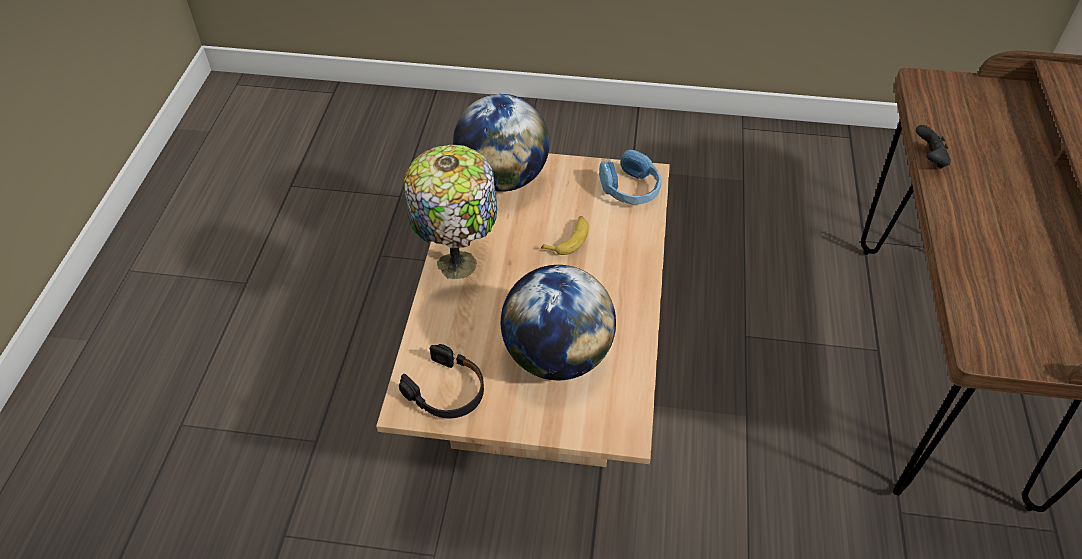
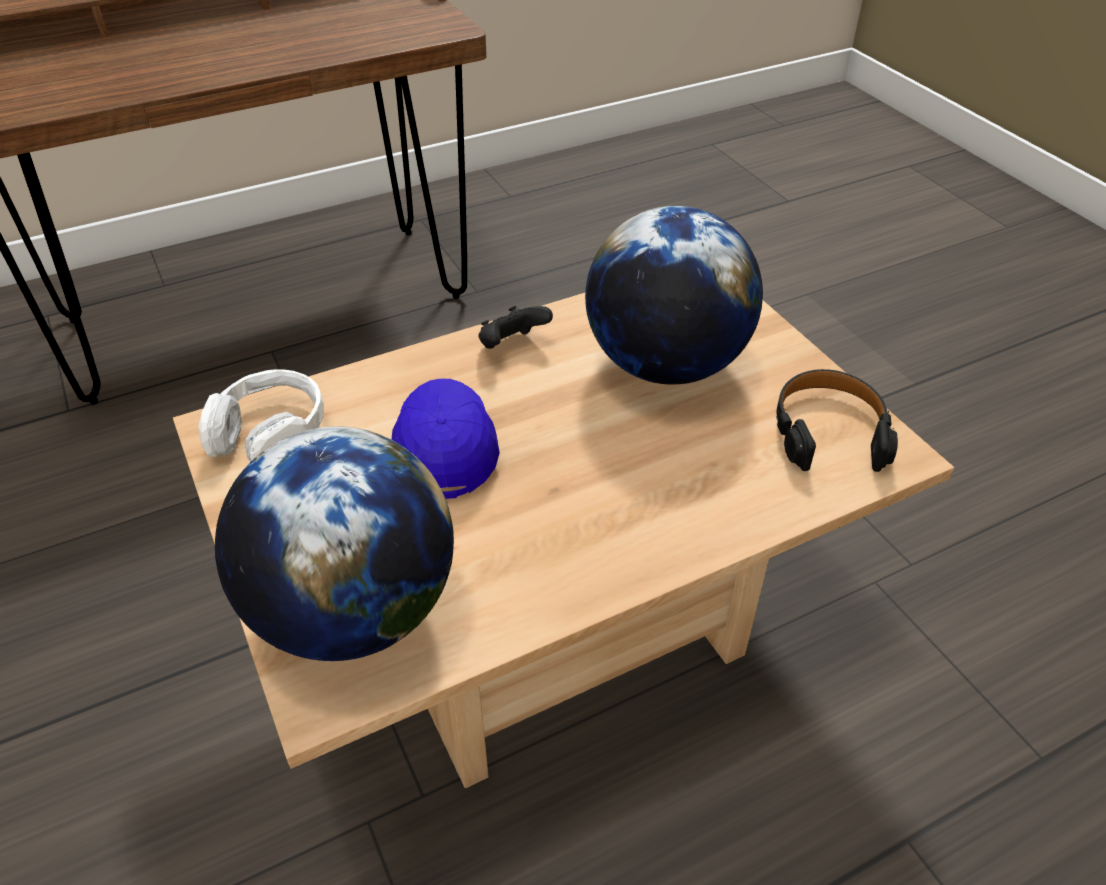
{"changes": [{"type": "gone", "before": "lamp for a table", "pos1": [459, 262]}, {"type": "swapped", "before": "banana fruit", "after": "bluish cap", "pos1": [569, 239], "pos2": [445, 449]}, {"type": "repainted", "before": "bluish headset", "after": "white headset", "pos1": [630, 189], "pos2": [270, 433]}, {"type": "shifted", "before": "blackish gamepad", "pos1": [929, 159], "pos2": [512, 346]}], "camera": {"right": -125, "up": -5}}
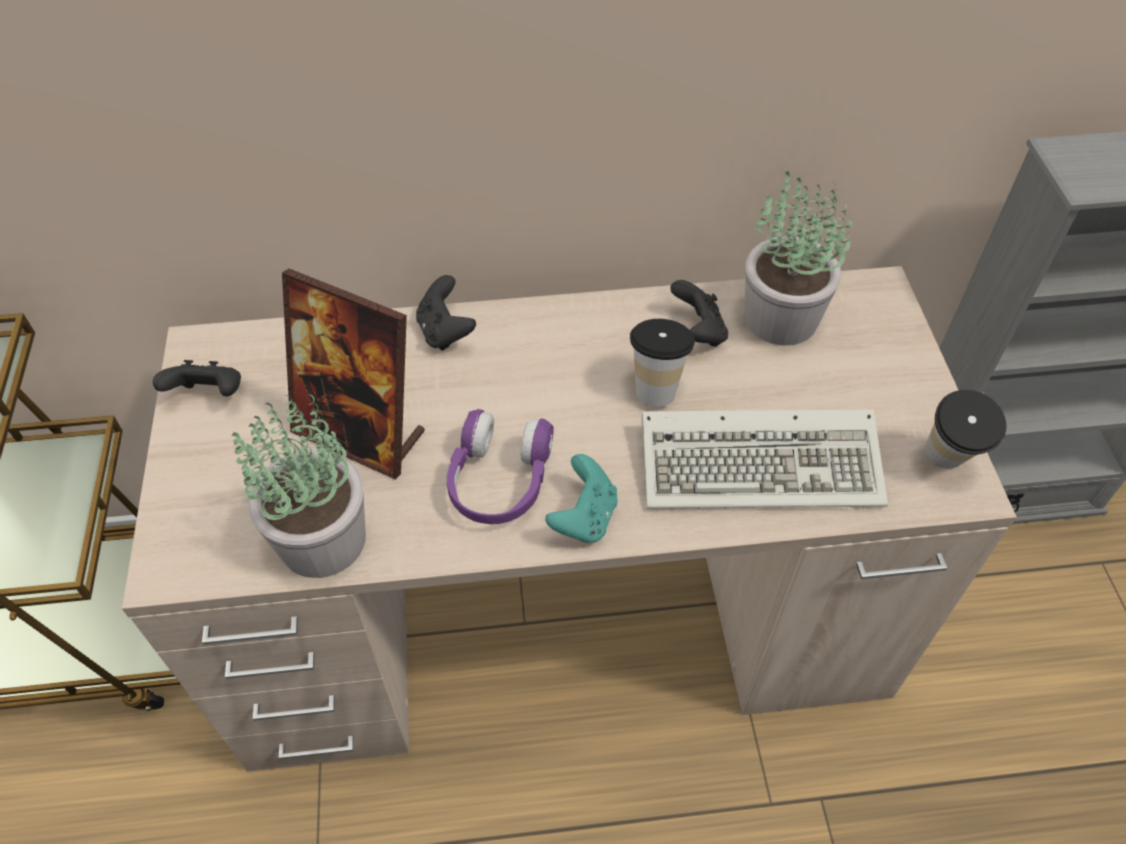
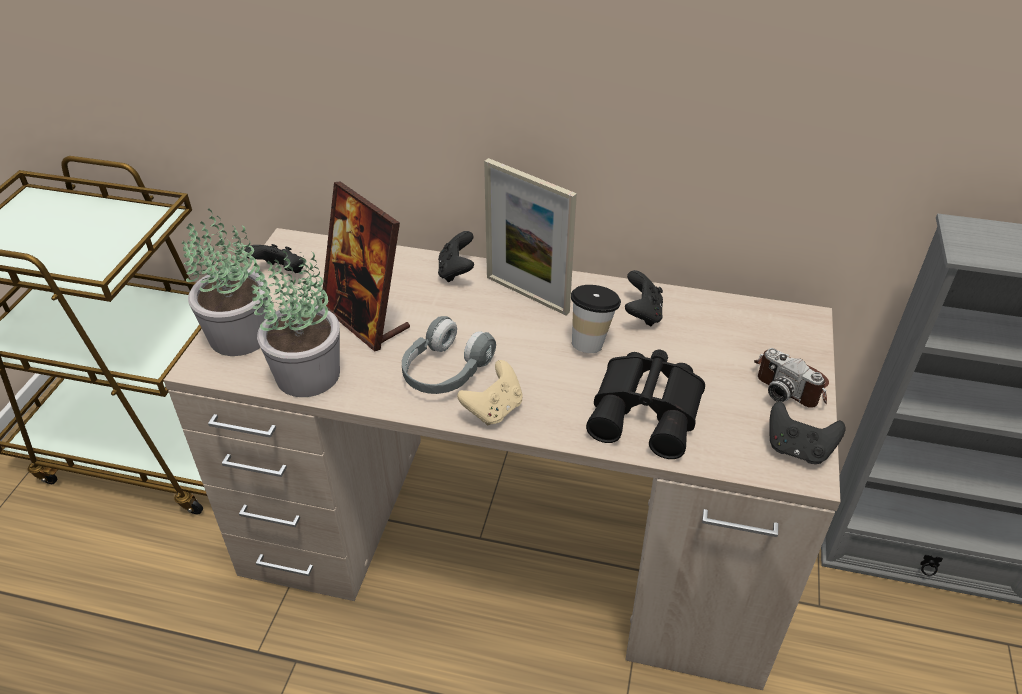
{"changes": [{"type": "repainted", "before": "purple headset", "after": "greyish headset", "pos1": [499, 481], "pos2": [445, 371]}, {"type": "repainted", "before": "turquoise gamepad", "after": "sand-coloured gamepad", "pos1": [584, 517], "pos2": [494, 409]}, {"type": "swapped", "before": "computer keyboard", "after": "blackish pair of binoculars", "pos1": [765, 463], "pos2": [649, 411]}, {"type": "shifted", "before": "houseplant", "pos1": [779, 318], "pos2": [238, 335]}, {"type": "swapped", "before": "drinking cup", "after": "blackish gamepad", "pos1": [946, 464], "pos2": [797, 449]}, {"type": "new", "after": "standing frame", "pos2": [527, 294]}, {"type": "new", "after": "still camera", "pos2": [791, 383]}], "camera": {"right": 20, "up": -10}}
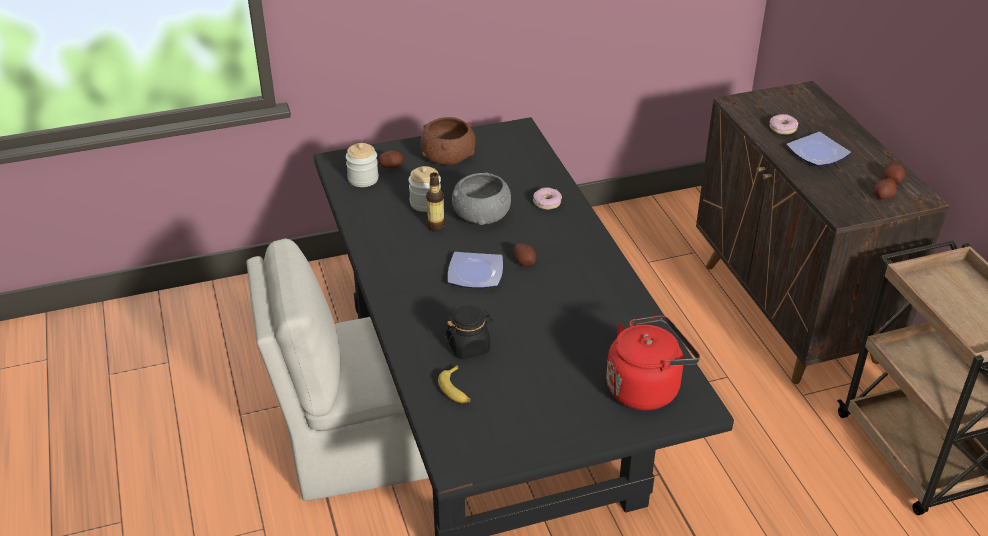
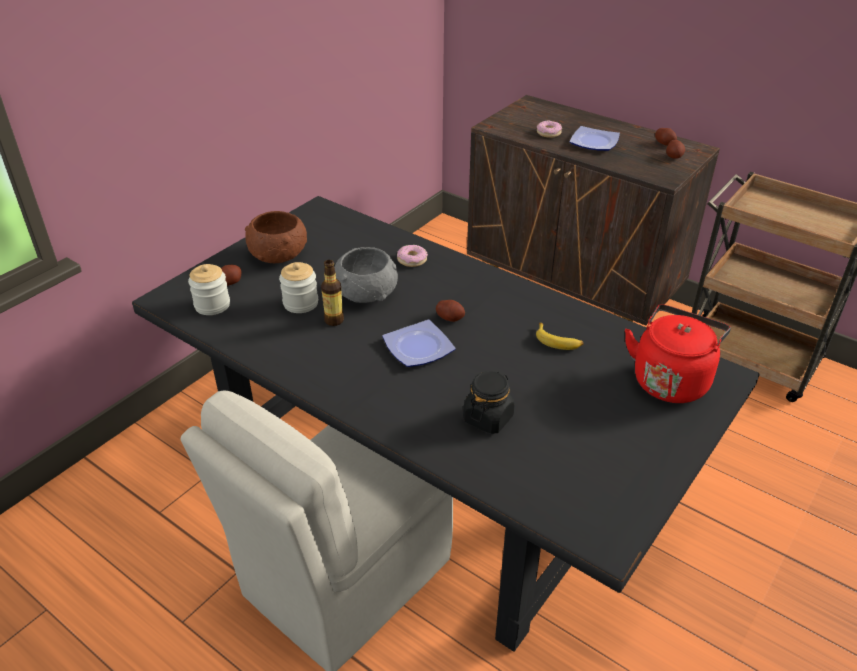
{"changes": [{"type": "shifted", "before": "banana fruit", "pos1": [456, 389], "pos2": [558, 341]}], "camera": {"right": -35, "up": 0}}
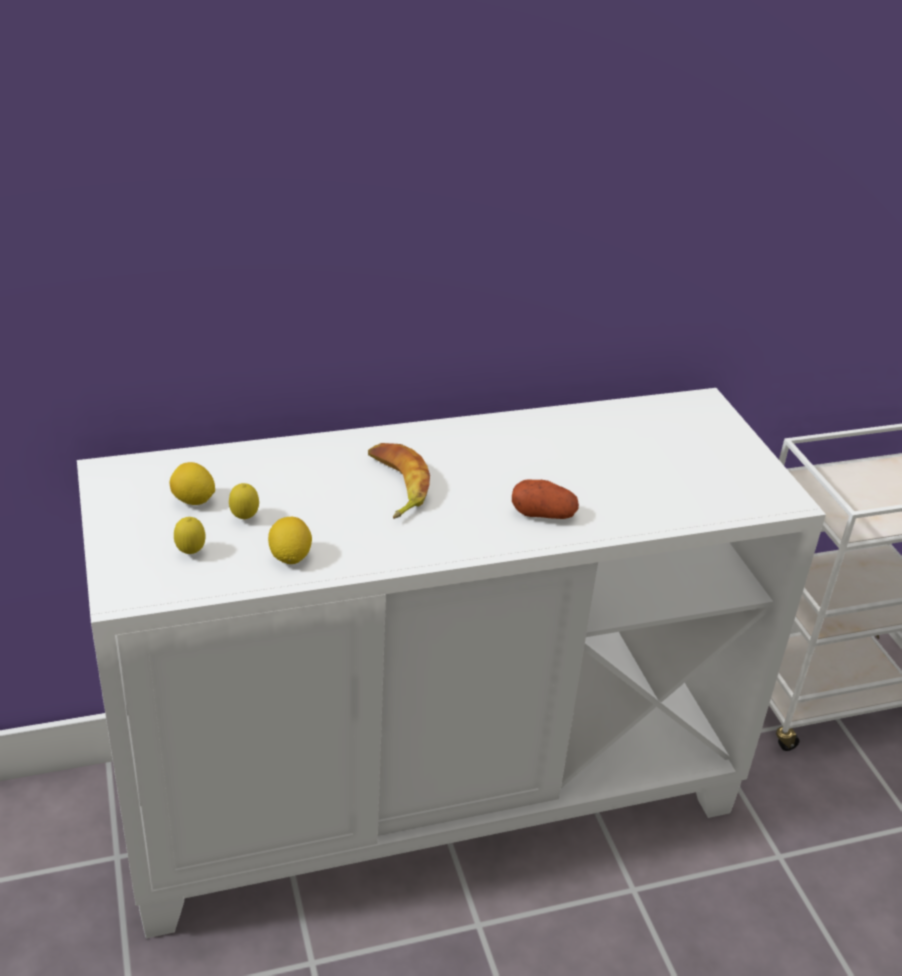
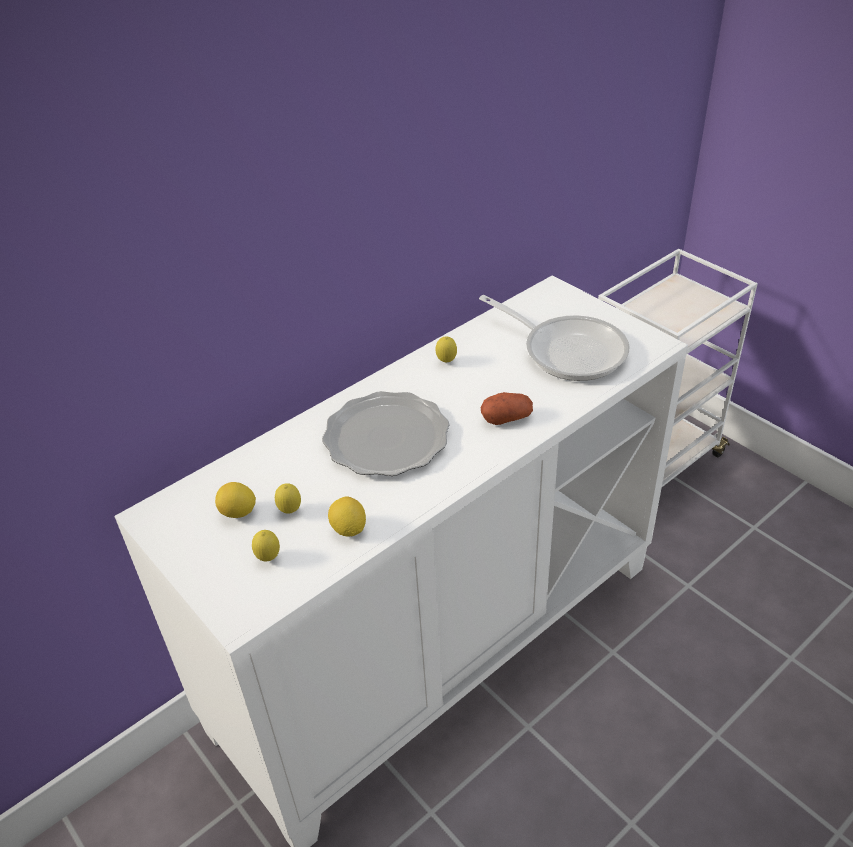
{"changes": [{"type": "swapped", "before": "banana fruit", "after": "dinner plate", "pos1": [395, 486], "pos2": [385, 438]}, {"type": "new", "after": "lemon", "pos2": [446, 362]}, {"type": "new", "after": "skillet", "pos2": [567, 350]}], "camera": {"right": -20, "up": 5}}
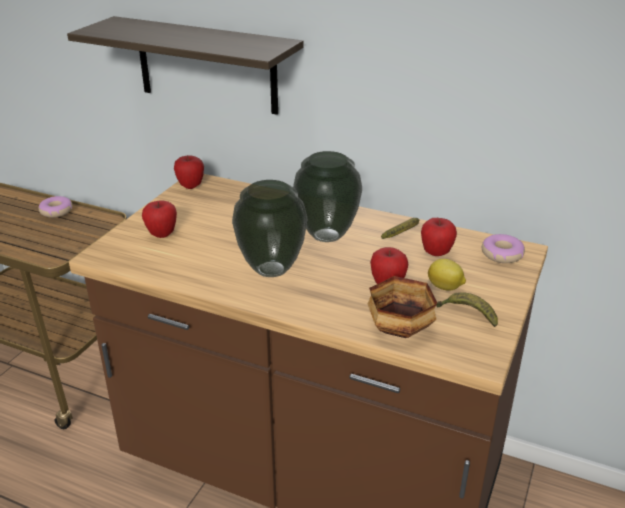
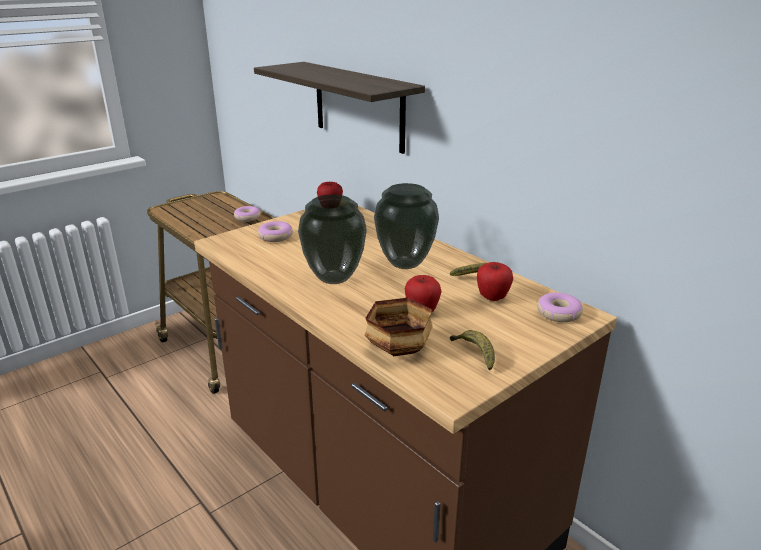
{"changes": [{"type": "swapped", "before": "apple", "after": "doughnut", "pos1": [162, 234], "pos2": [275, 236]}, {"type": "gone", "before": "lemon", "pos1": [445, 287]}], "camera": {"right": 25, "up": -5}}
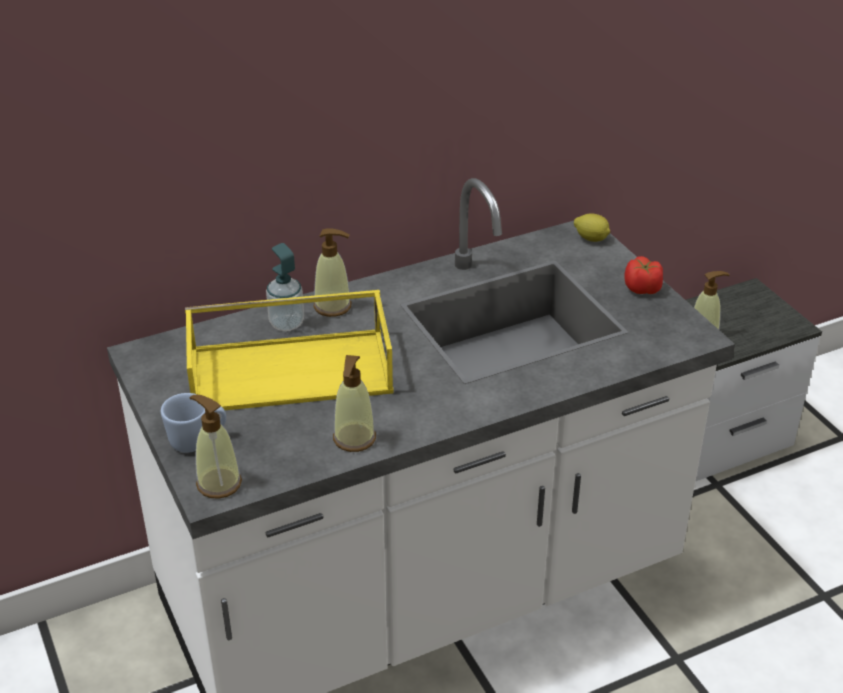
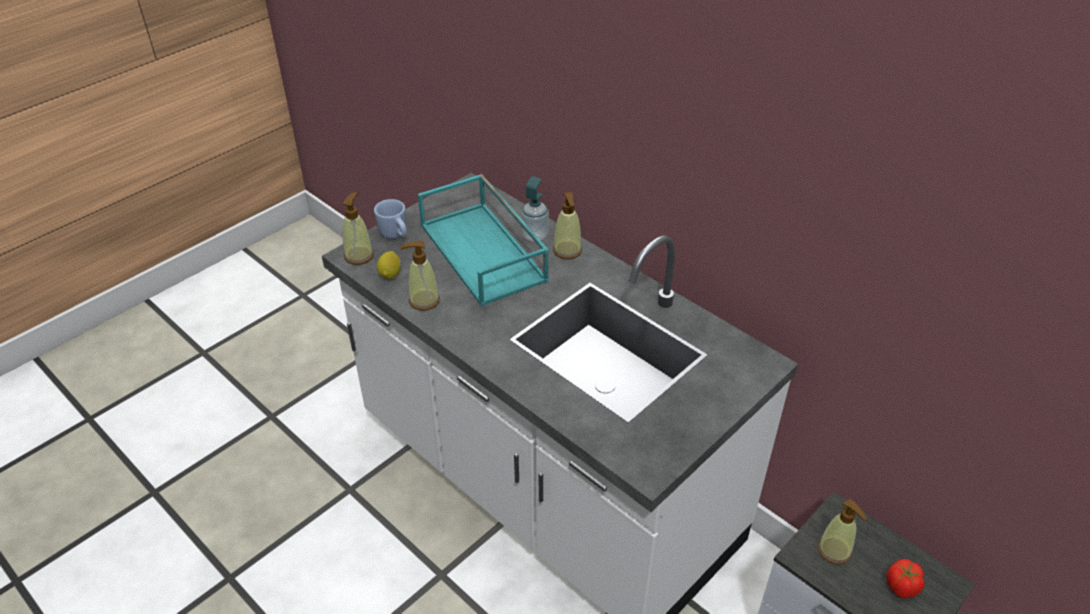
{"changes": [{"type": "repainted", "before": "yellow-coloured carrying tray", "after": "turquoise carrying tray", "pos1": [292, 370], "pos2": [484, 253]}, {"type": "shifted", "before": "lemon", "pos1": [591, 239], "pos2": [390, 274]}, {"type": "shifted", "before": "fresh tomato", "pos1": [642, 289], "pos2": [901, 586]}], "camera": {"right": 70, "up": 5}}
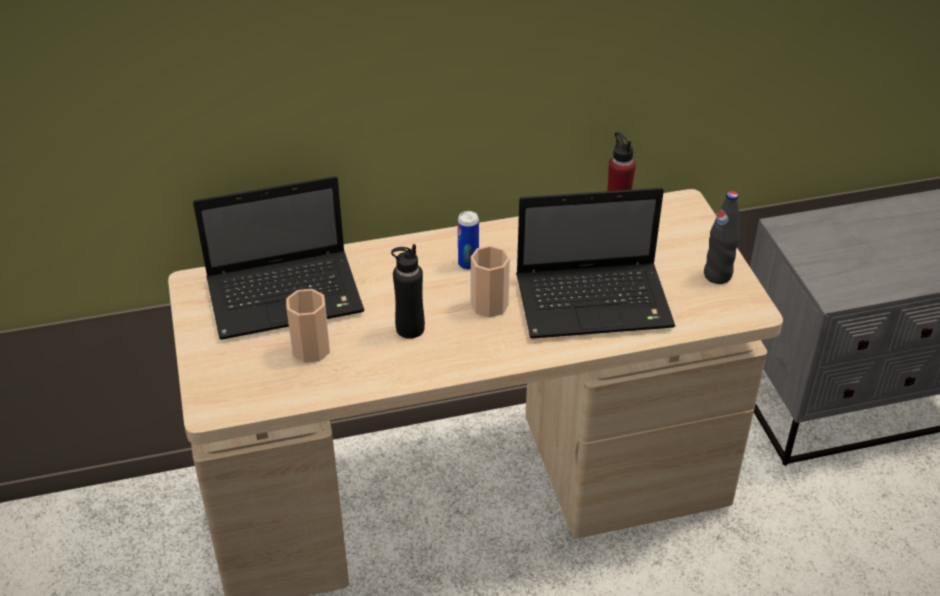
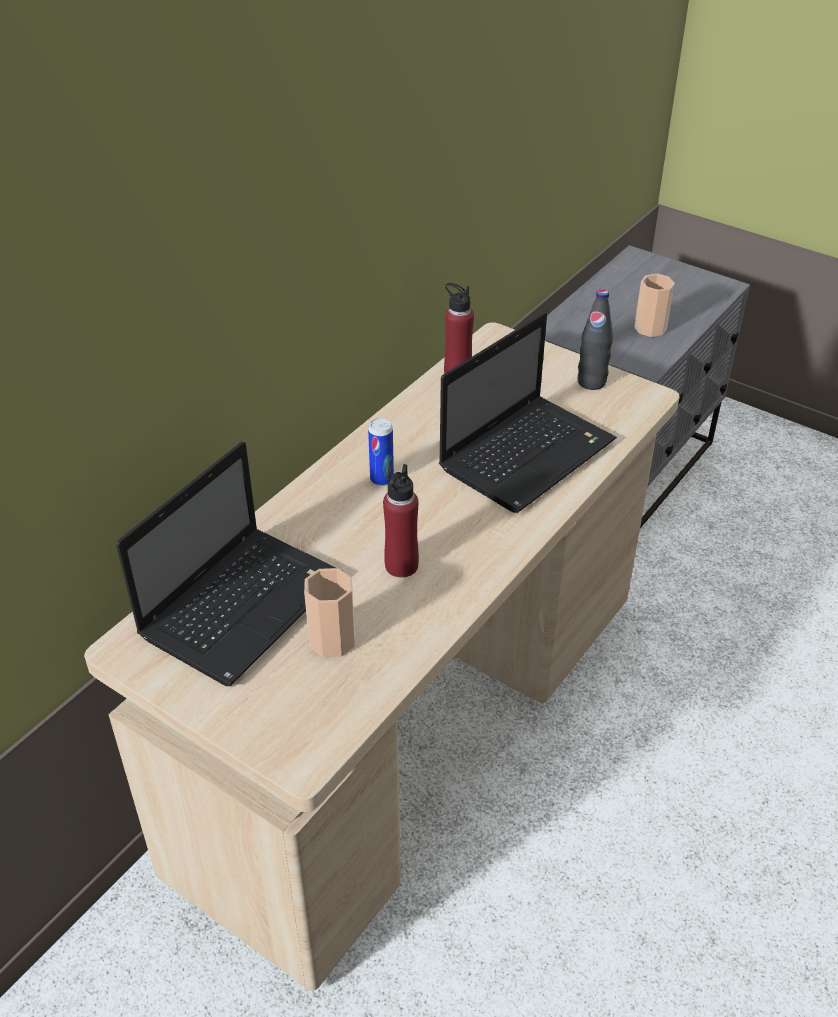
{"changes": [{"type": "repainted", "before": "blackish beverage bottle", "after": "red beverage bottle", "pos1": [410, 328], "pos2": [401, 565]}, {"type": "shifted", "before": "drinking cup", "pos1": [489, 305], "pos2": [650, 328]}], "camera": {"right": -40, "up": 0}}
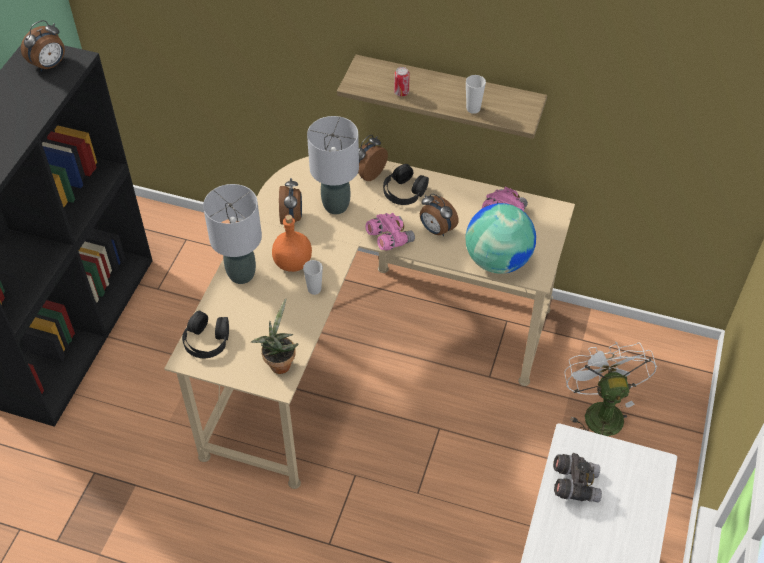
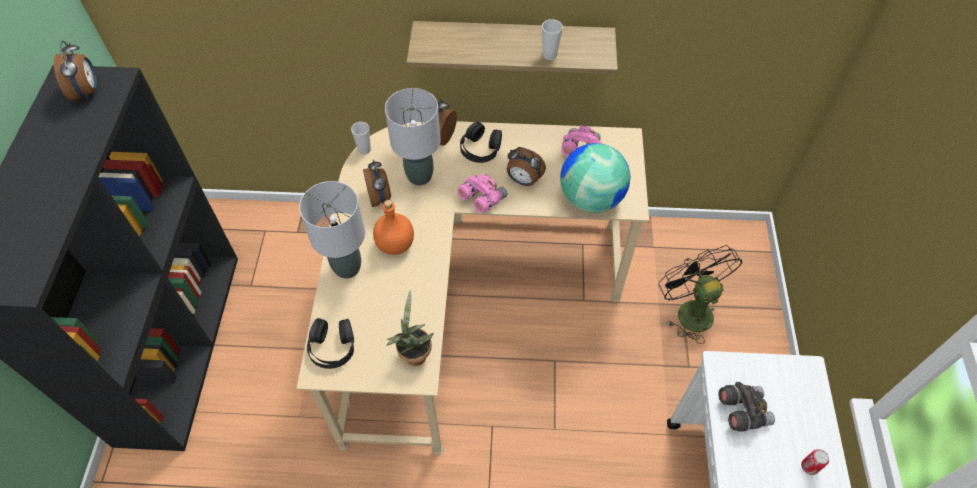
{"changes": [{"type": "rotated", "before": "bedside clock", "pos1": [49, 65], "pos2": [87, 91], "turn": -45}, {"type": "shifted", "before": "drinking cup", "pos1": [314, 289], "pos2": [364, 149]}, {"type": "shifted", "before": "metal can", "pos1": [401, 92], "pos2": [809, 467]}, {"type": "repainted", "before": "white cooling fan", "after": "blackish cooling fan", "pos1": [599, 411], "pos2": [689, 310]}], "camera": {"right": -15, "up": 5}}
